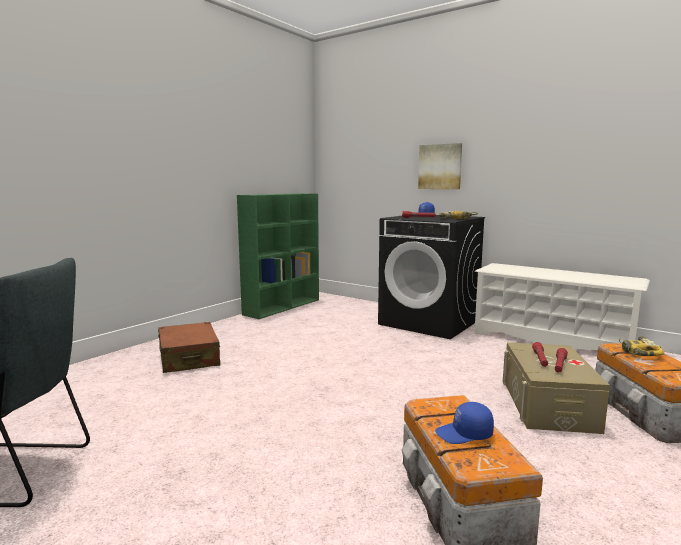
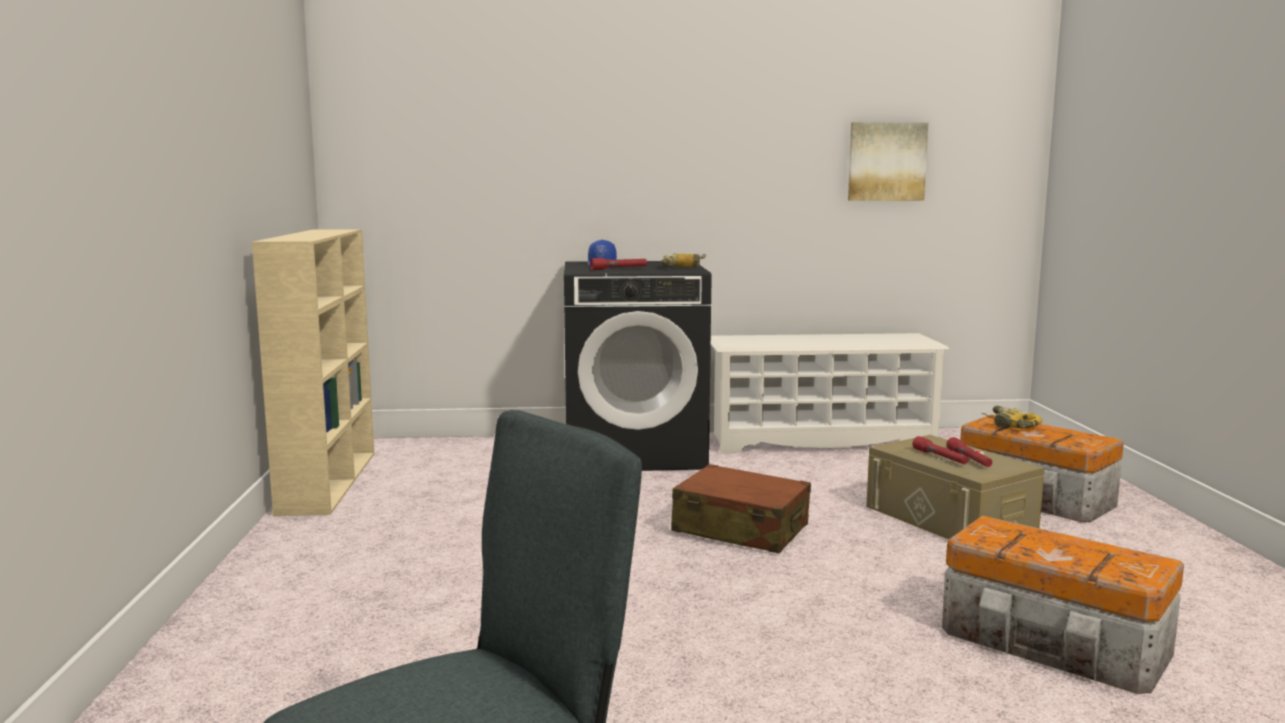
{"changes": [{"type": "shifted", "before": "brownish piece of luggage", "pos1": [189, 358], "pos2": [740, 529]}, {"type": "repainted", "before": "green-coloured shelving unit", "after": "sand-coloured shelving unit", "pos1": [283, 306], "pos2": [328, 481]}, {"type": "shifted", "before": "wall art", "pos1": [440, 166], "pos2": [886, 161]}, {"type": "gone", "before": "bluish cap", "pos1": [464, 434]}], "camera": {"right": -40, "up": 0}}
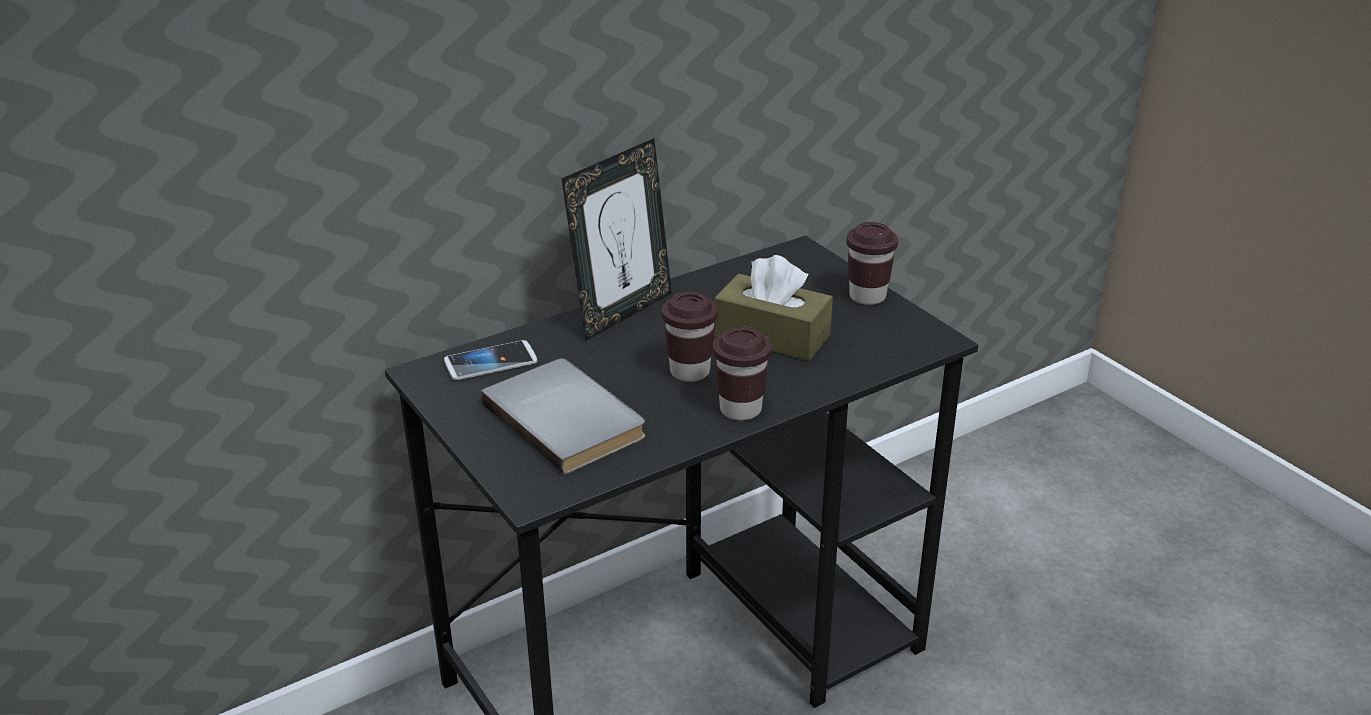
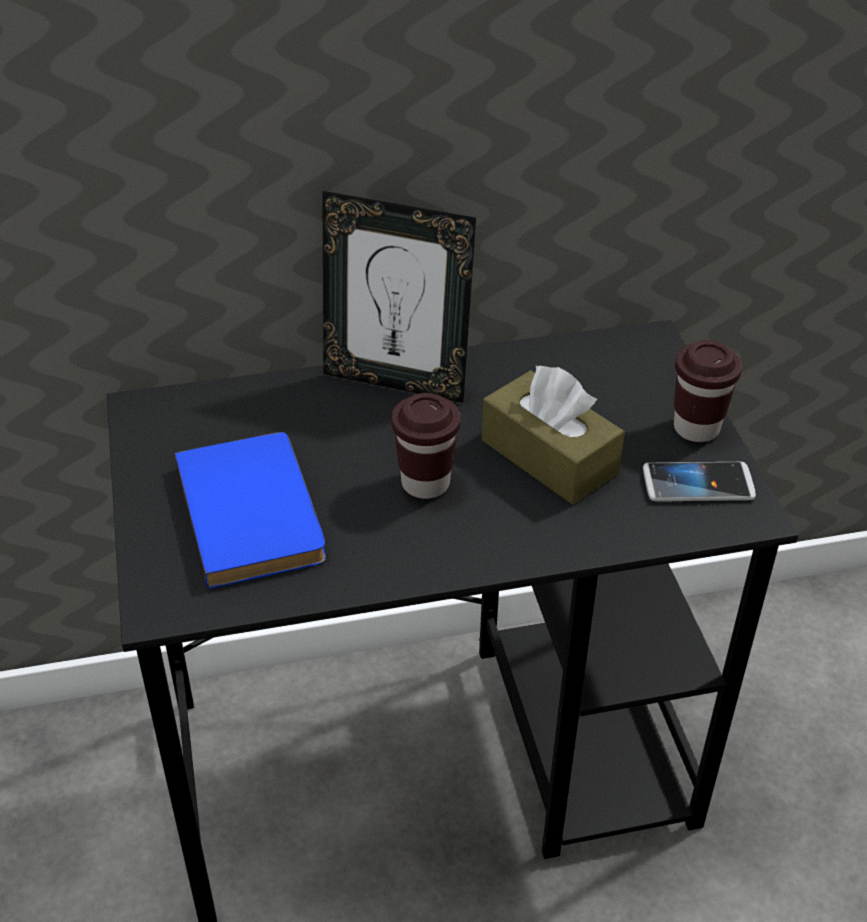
{"changes": [{"type": "shifted", "before": "telephone", "pos1": [490, 362], "pos2": [698, 484]}, {"type": "repainted", "before": "greyish book", "after": "bluish book", "pos1": [568, 418], "pos2": [256, 512]}, {"type": "rotated", "before": "standing frame", "pos1": [622, 312], "pos2": [396, 380], "turn": 45}, {"type": "gone", "before": "brownish drinking cup", "pos1": [740, 409]}], "camera": {"right": 20, "up": 10}}
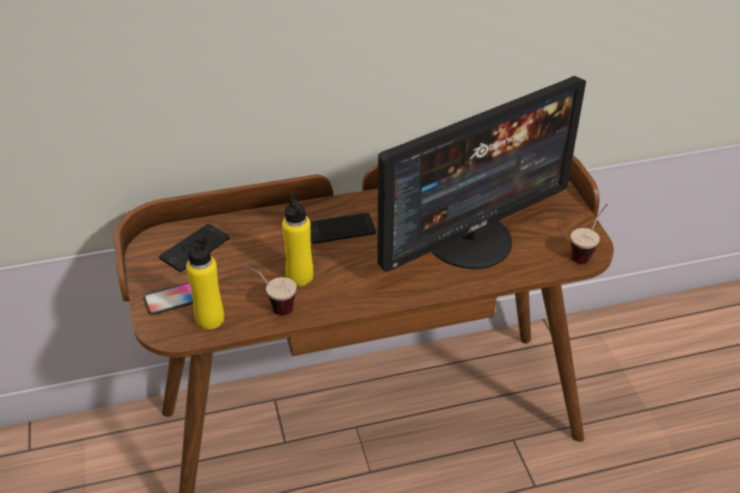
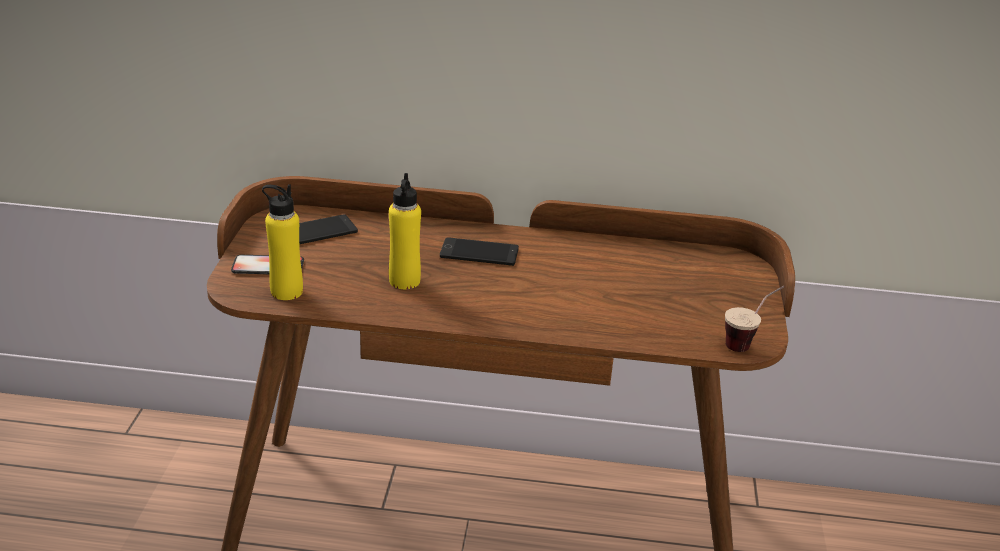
{"changes": [{"type": "gone", "before": "drinking cup", "pos1": [271, 306]}, {"type": "gone", "before": "computer screen", "pos1": [470, 240]}], "camera": {"right": 20, "up": -10}}
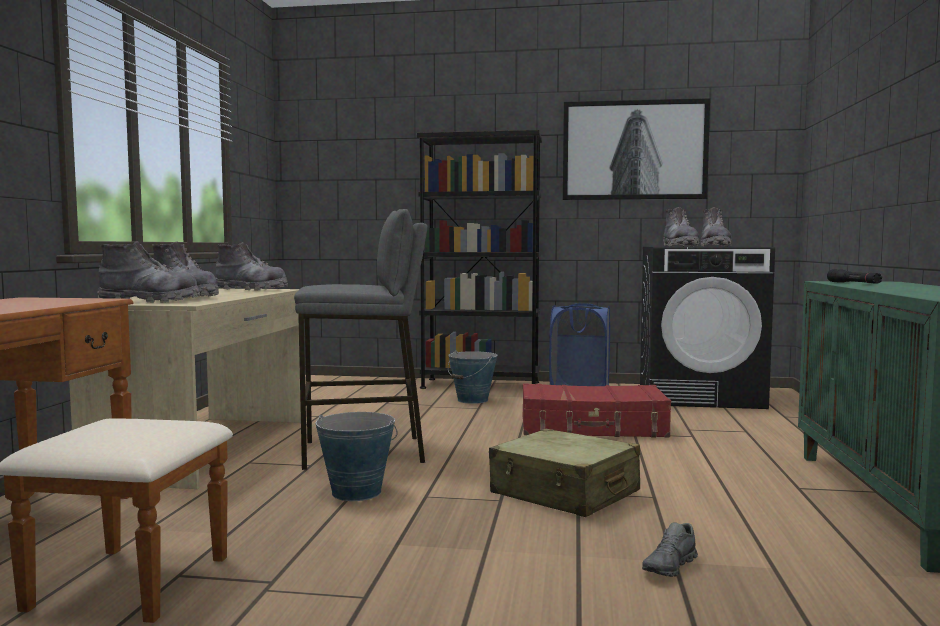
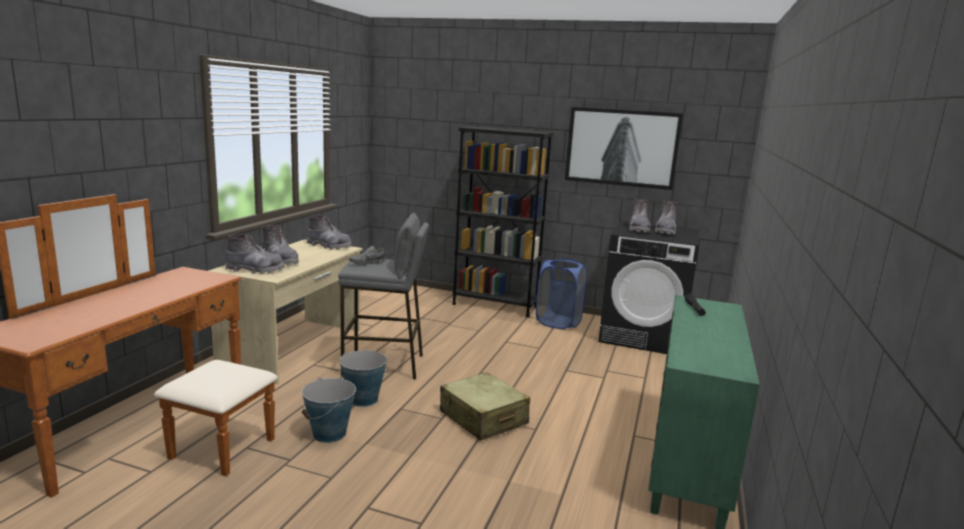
{"changes": [{"type": "shifted", "before": "water bucket", "pos1": [473, 400], "pos2": [329, 434]}, {"type": "gone", "before": "red piece of luggage", "pos1": [592, 428]}, {"type": "shifted", "before": "greyish shoe", "pos1": [670, 567], "pos2": [367, 263]}], "camera": {"right": 10, "up": 10}}
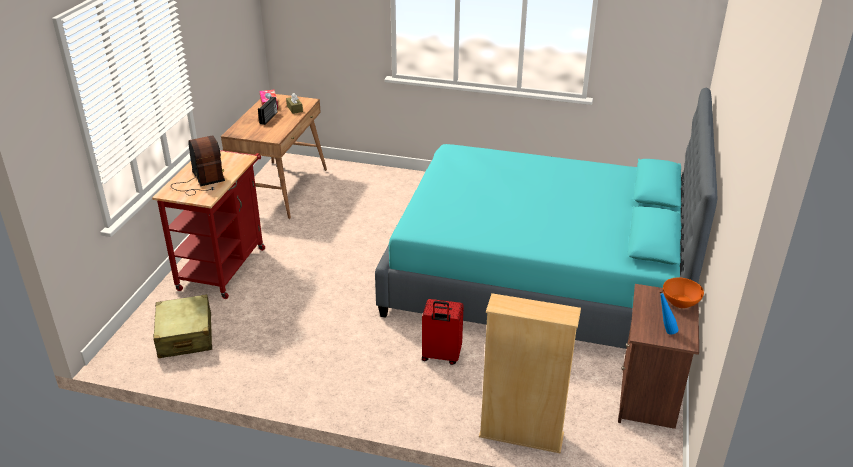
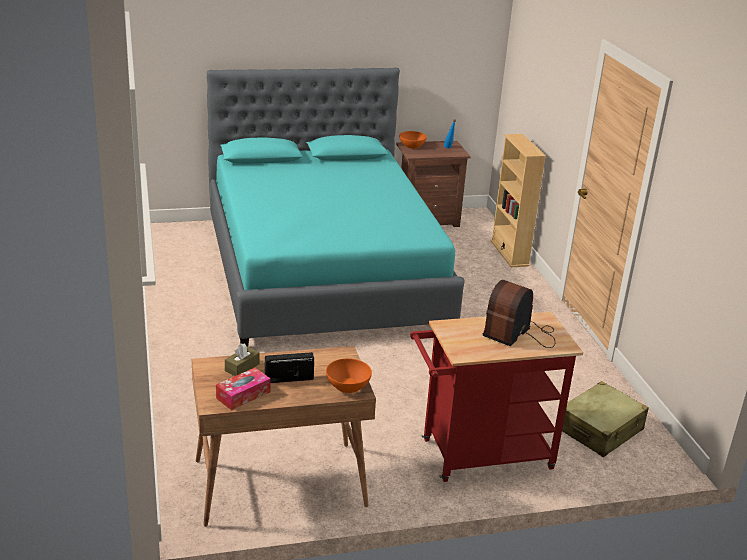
{"changes": [{"type": "gone", "before": "red piece of luggage", "pos1": [441, 356]}, {"type": "new", "after": "orange deep dish", "pos2": [348, 386]}], "camera": {"right": -120, "up": -5}}
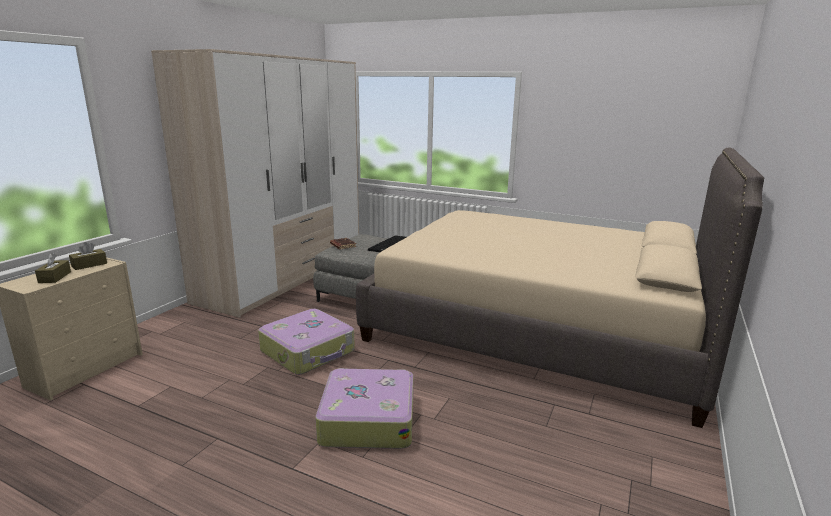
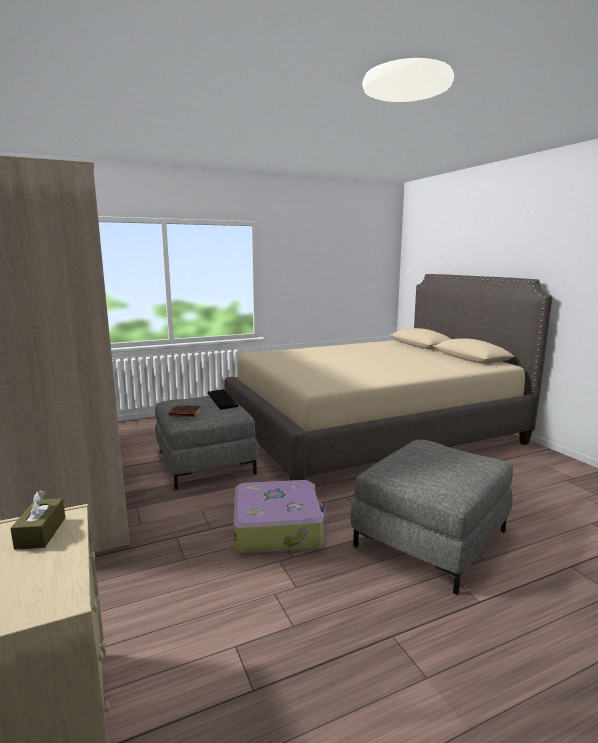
{"changes": [{"type": "gone", "before": "brownish tissue holder", "pos1": [55, 277]}, {"type": "swapped", "before": "piece of luggage", "after": "greyish pouffe", "pos1": [367, 419], "pos2": [432, 539]}], "camera": {"right": -50, "up": -5}}
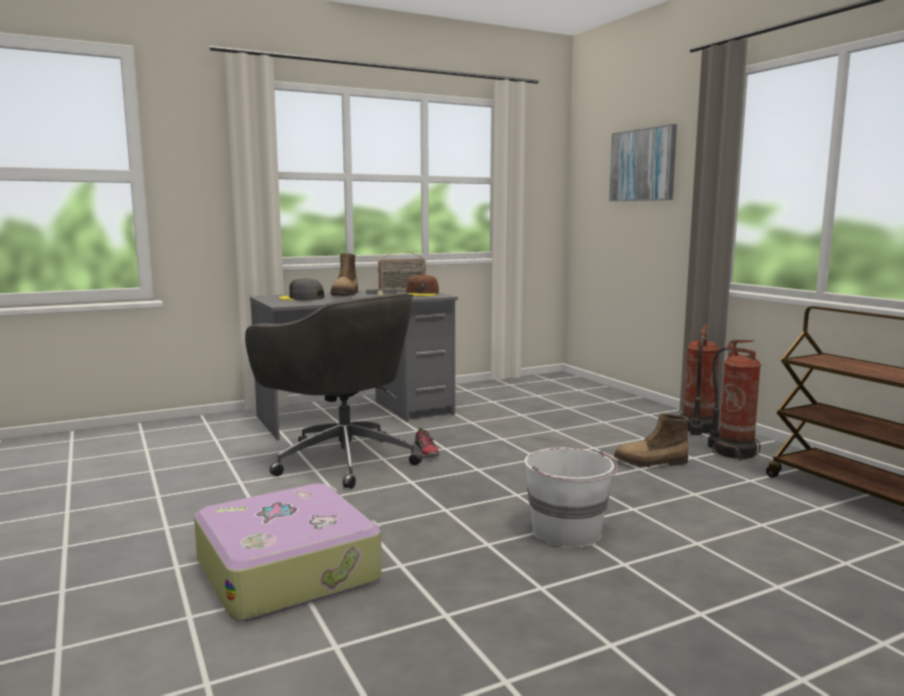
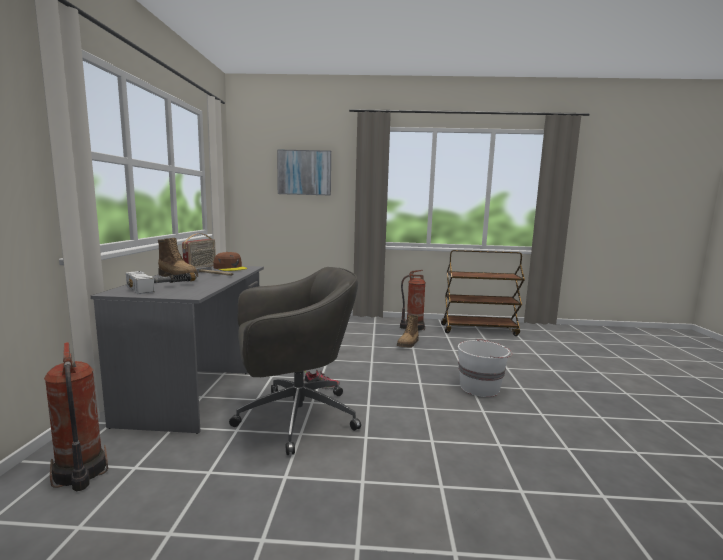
{"changes": [{"type": "gone", "before": "piece of luggage", "pos1": [289, 569]}, {"type": "swapped", "before": "greyish cap", "after": "hammer", "pos1": [302, 298], "pos2": [164, 287]}, {"type": "shifted", "before": "extinguisher", "pos1": [696, 429], "pos2": [79, 474]}], "camera": {"right": -60, "up": 0}}
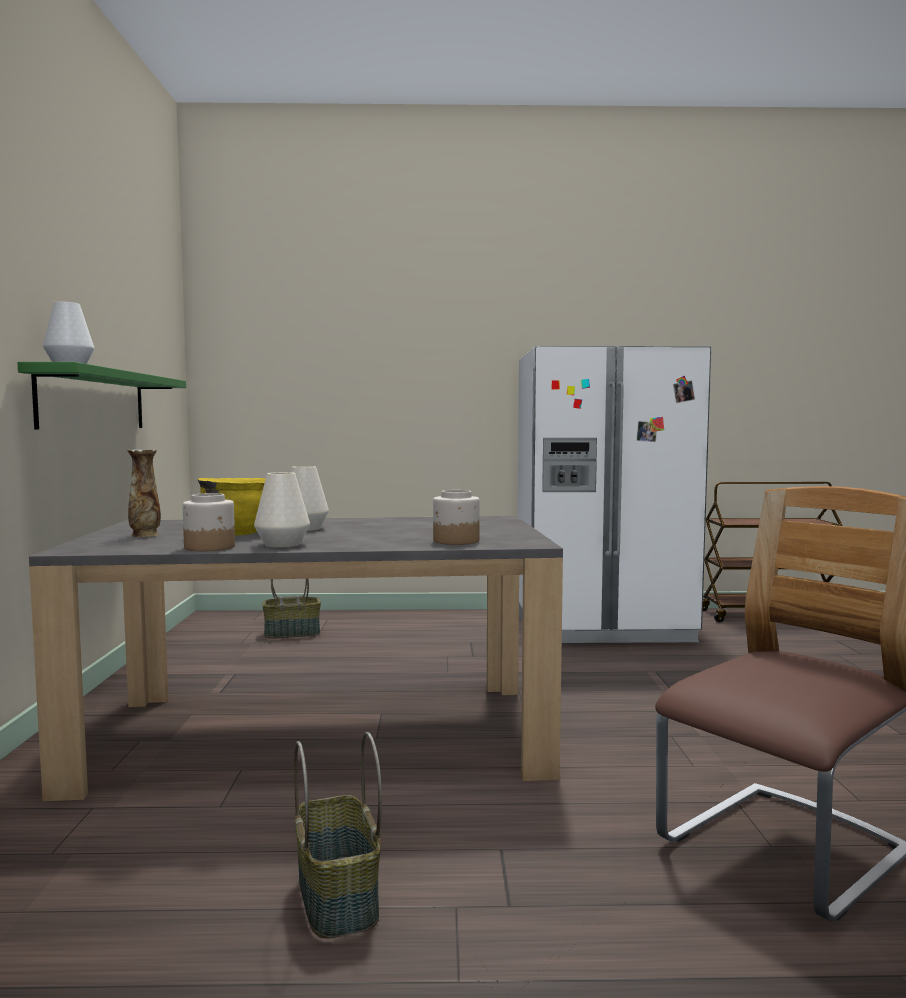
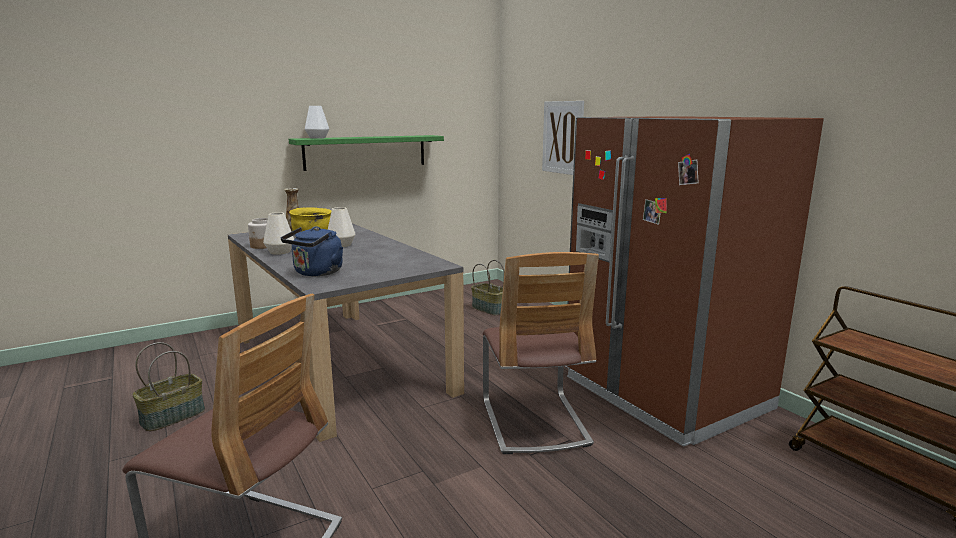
{"changes": [{"type": "swapped", "before": "storage jar", "after": "bluish water kettle", "pos1": [456, 541], "pos2": [316, 273]}, {"type": "repainted", "before": "white fridge", "after": "brownish fridge", "pos1": [601, 626], "pos2": [664, 393]}, {"type": "new", "after": "chair", "pos2": [534, 422]}, {"type": "new", "after": "wall art", "pos2": [563, 137]}], "camera": {"right": 60, "up": 10}}
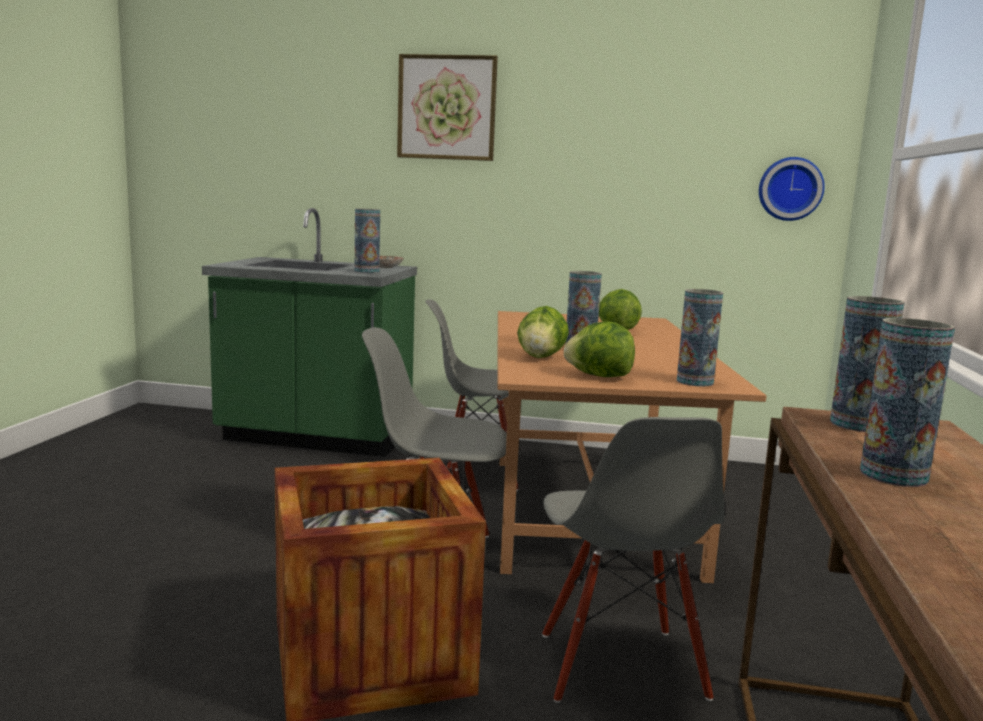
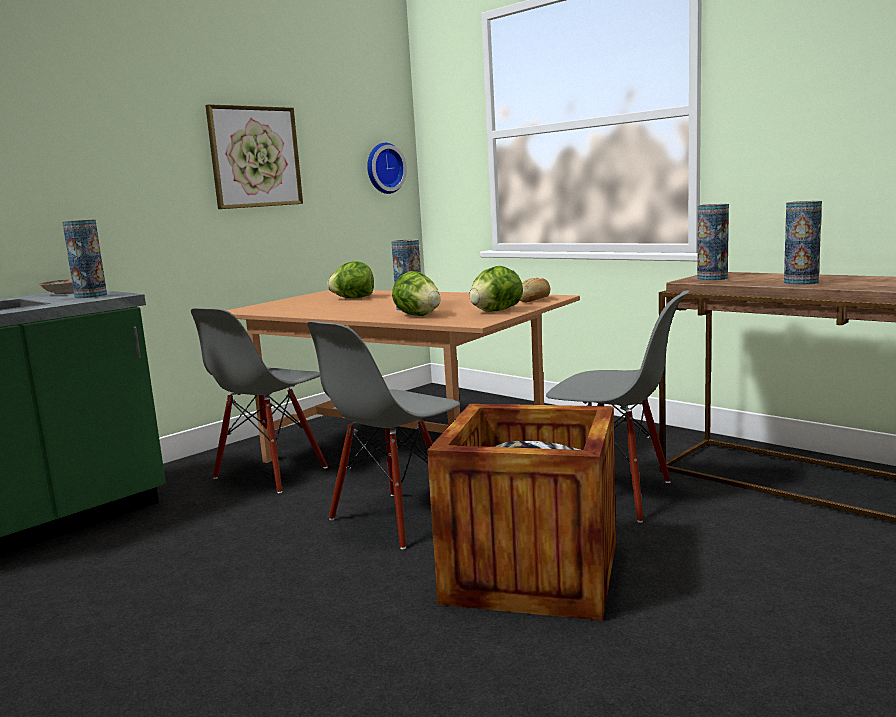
{"changes": [{"type": "shifted", "before": "wall art", "pos1": [447, 108], "pos2": [255, 157]}, {"type": "swapped", "before": "vase", "after": "baked bread", "pos1": [695, 382], "pos2": [535, 300]}], "camera": {"right": -55, "up": 0}}
